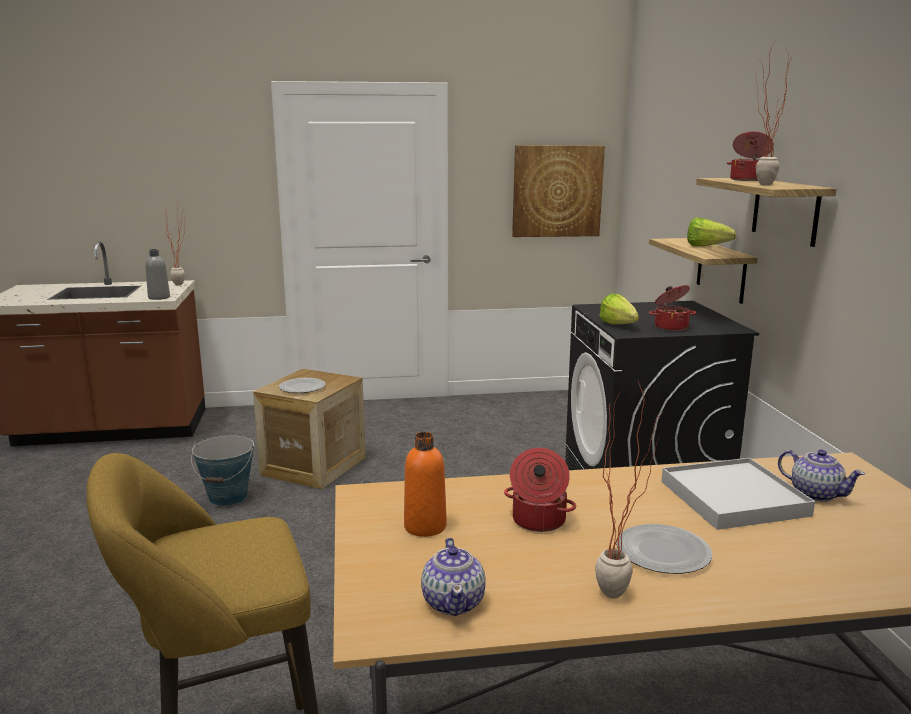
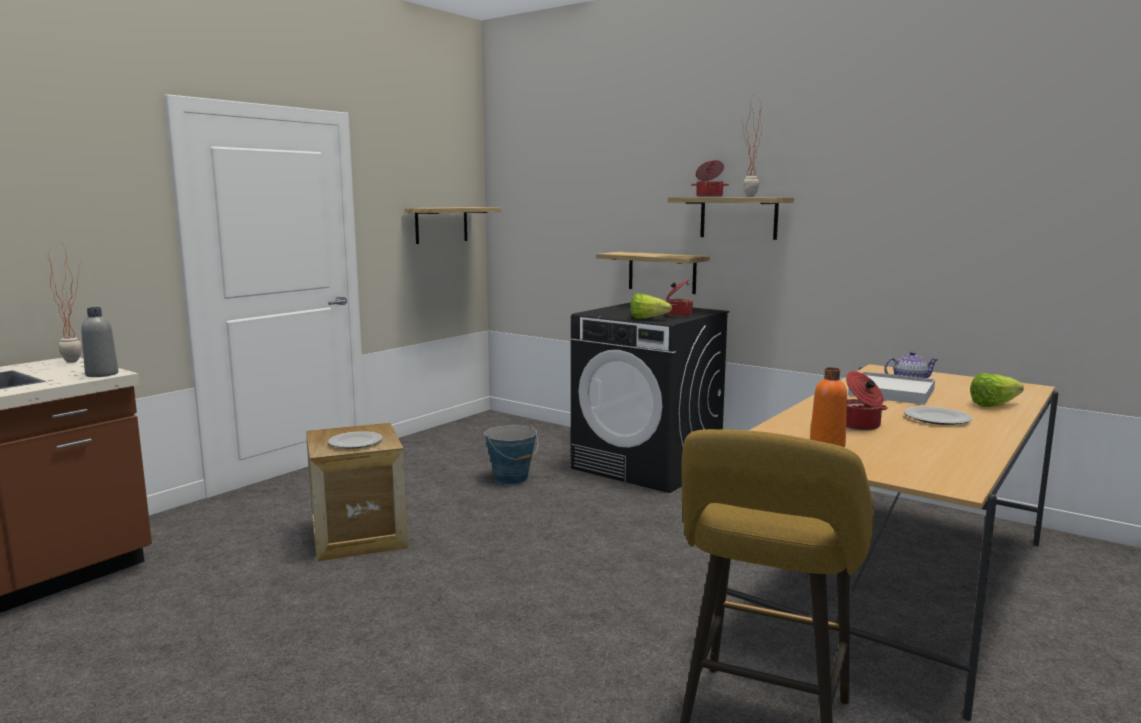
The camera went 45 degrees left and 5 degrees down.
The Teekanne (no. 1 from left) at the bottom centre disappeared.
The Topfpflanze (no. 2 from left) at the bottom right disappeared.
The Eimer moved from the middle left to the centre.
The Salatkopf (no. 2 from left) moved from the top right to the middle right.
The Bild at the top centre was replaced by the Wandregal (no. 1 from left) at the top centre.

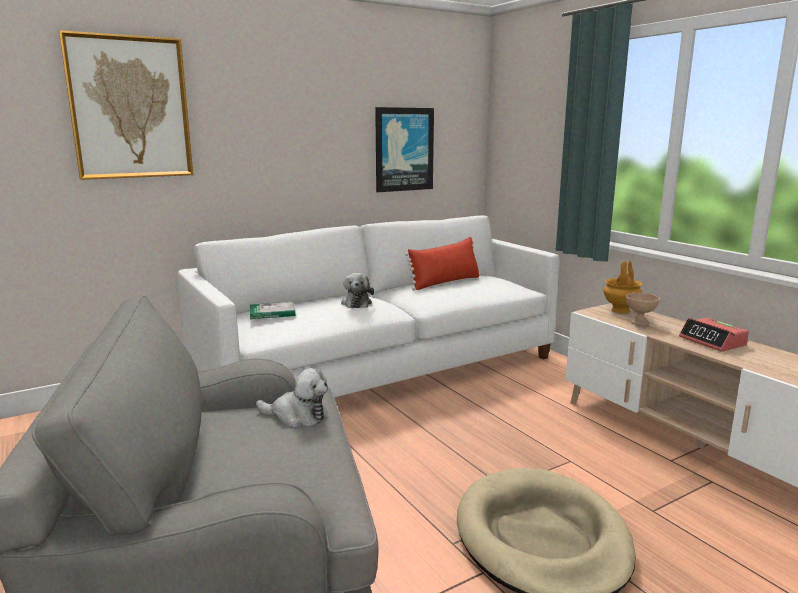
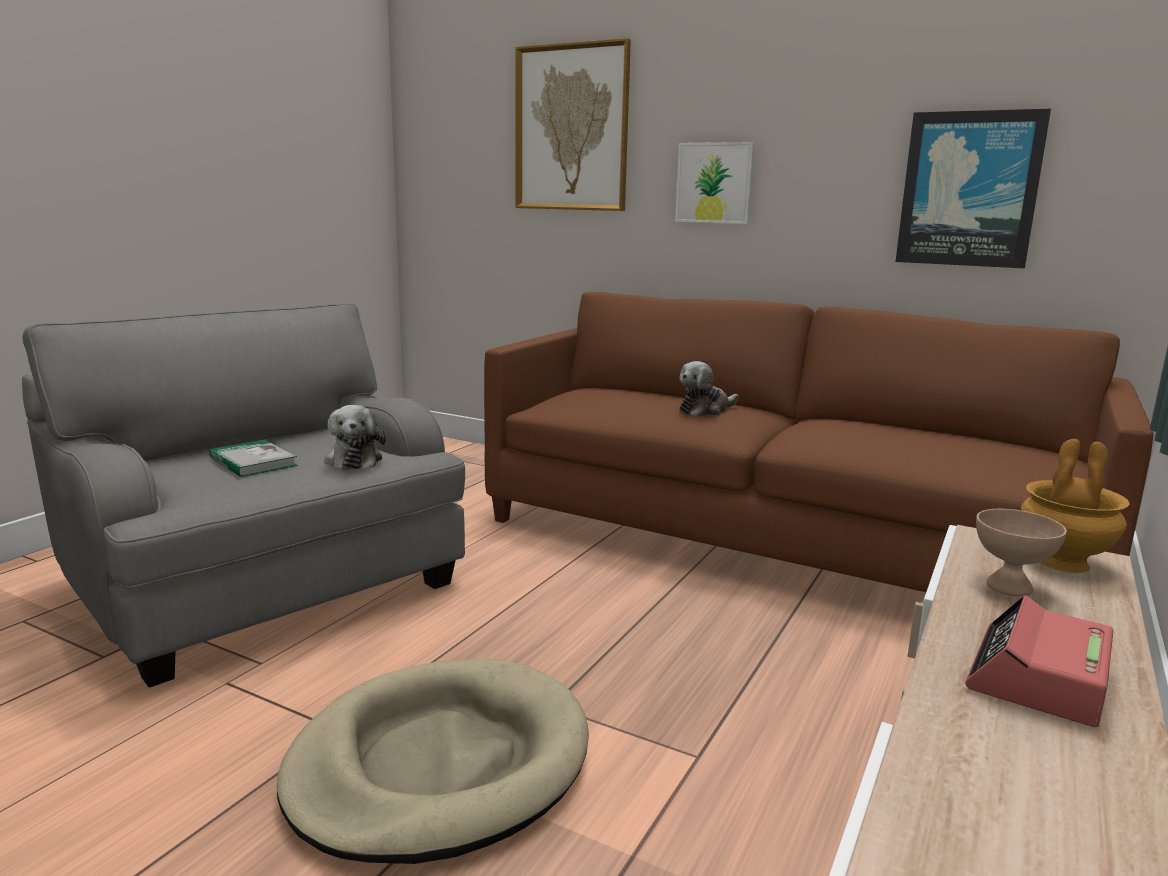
The camera went 60 degrees right and 0 degrees up.
The Kissen (rot) at the centre disappeared.
The Bild (no. 2 from left) at the top centre appeared.
The Buch moved from the centre to the middle left.
The Sofa (weiß) at the centre became the Sofa (braun) at the middle right.

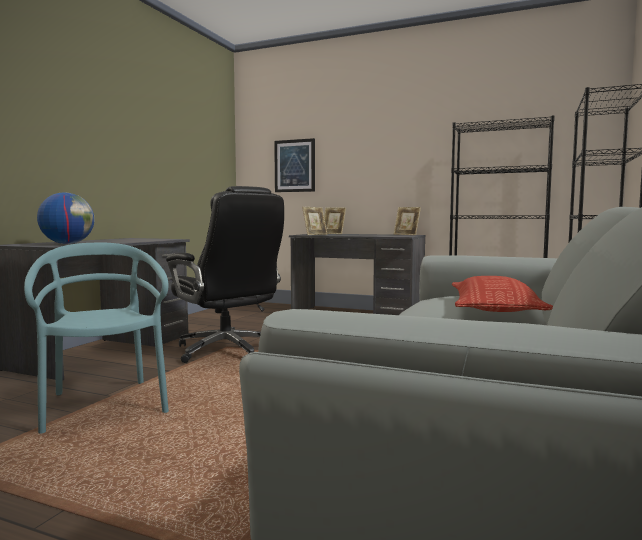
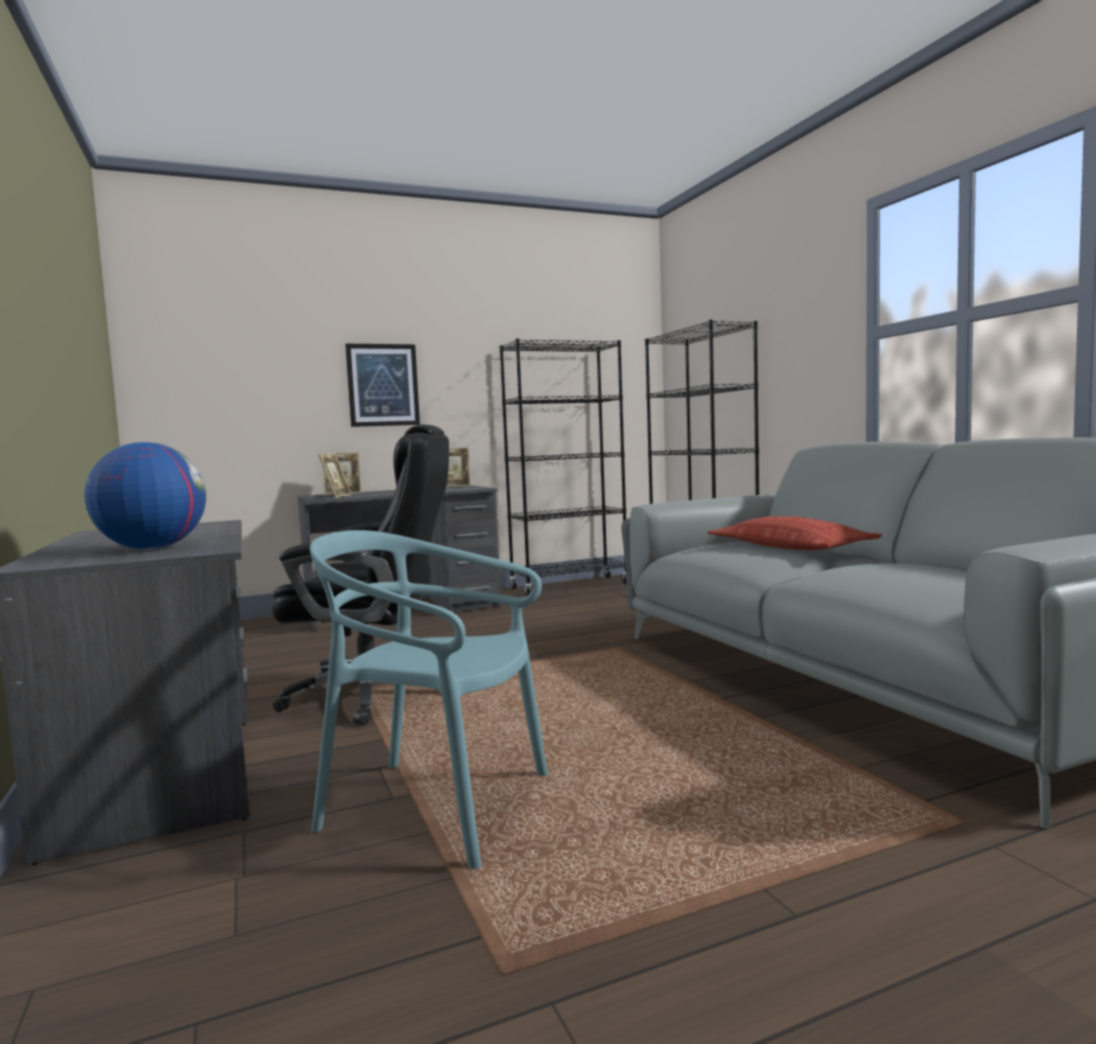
The camera went 45 degrees left and 0 degrees up.
The Bild moved from the top centre to the centre.

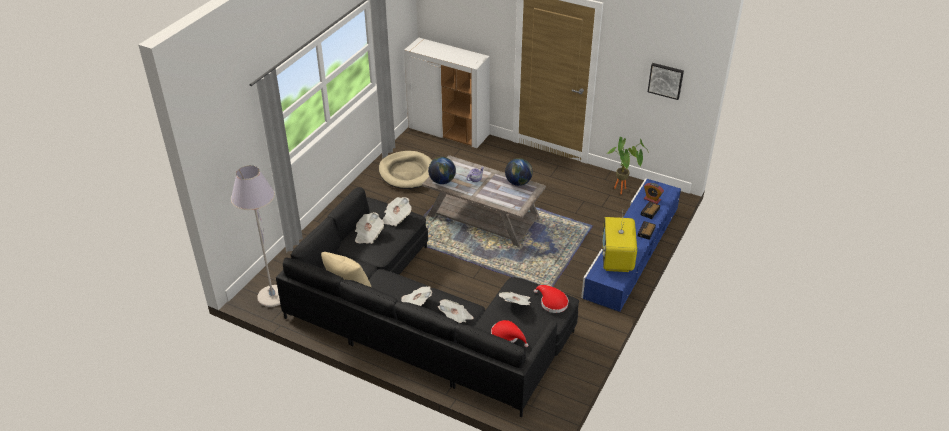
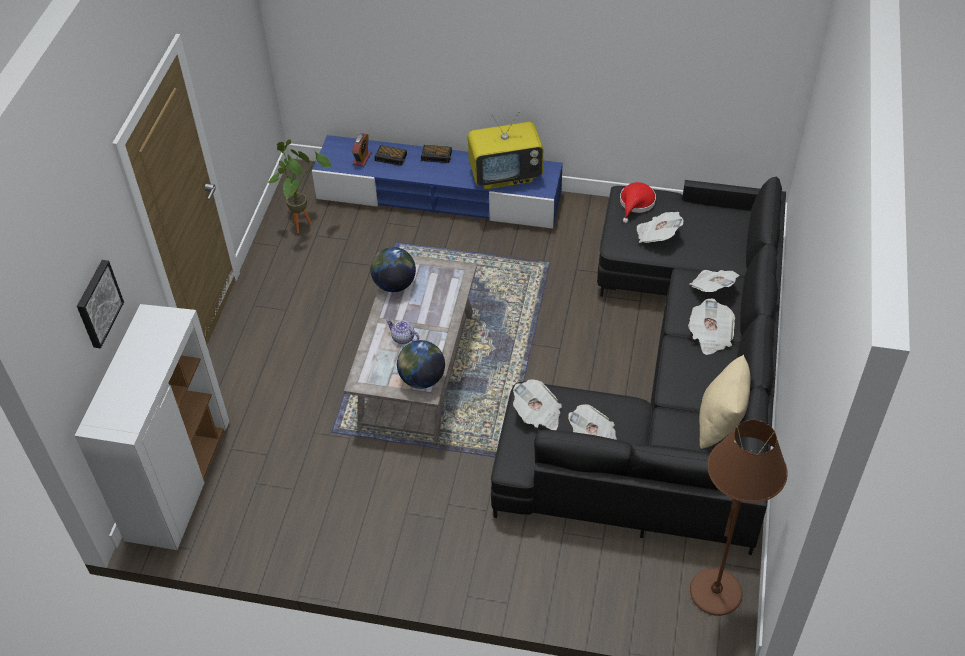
The camera went 105 degrees left and 10 degrees up.
The Hundebett (beige) at the centre disappeared.
The Hut (rot) (no. 1 from left) at the bottom centre disappeared.
The Bild moved from the top right to the middle left.
The Stehlampe (grau) at the middle left became the Stehlampe (braun) at the bottom right.

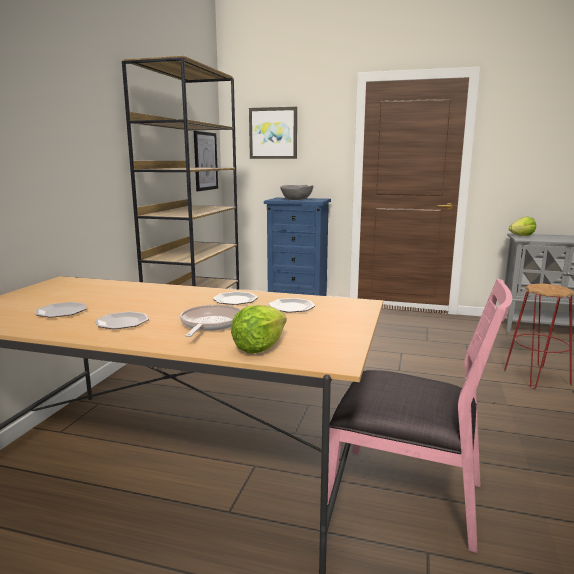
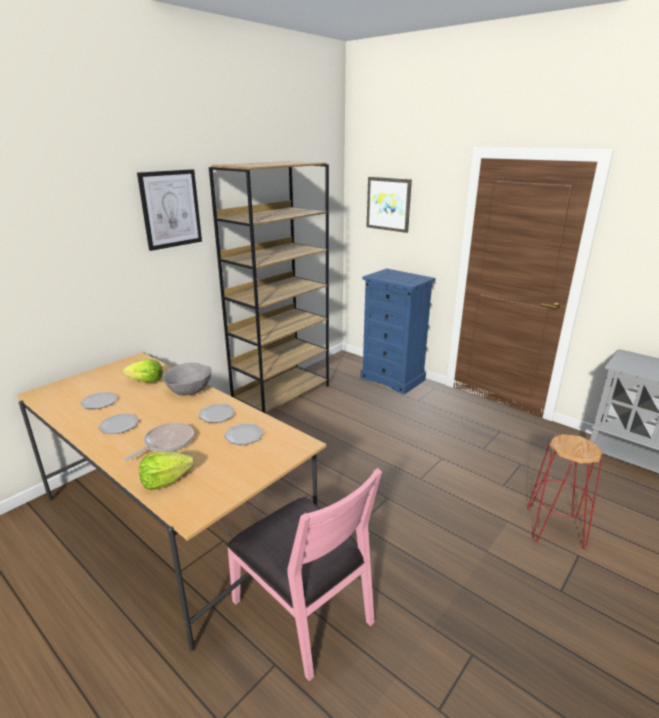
The camera went 25 degrees right and 10 degrees up.
The Bild (no. 1 from left) moved from the top centre to the top left.
The Schüssel (grau) moved from the centre to the middle left.
The Salatkopf (no. 2 from left in the first image) moved from the middle right to the middle left.

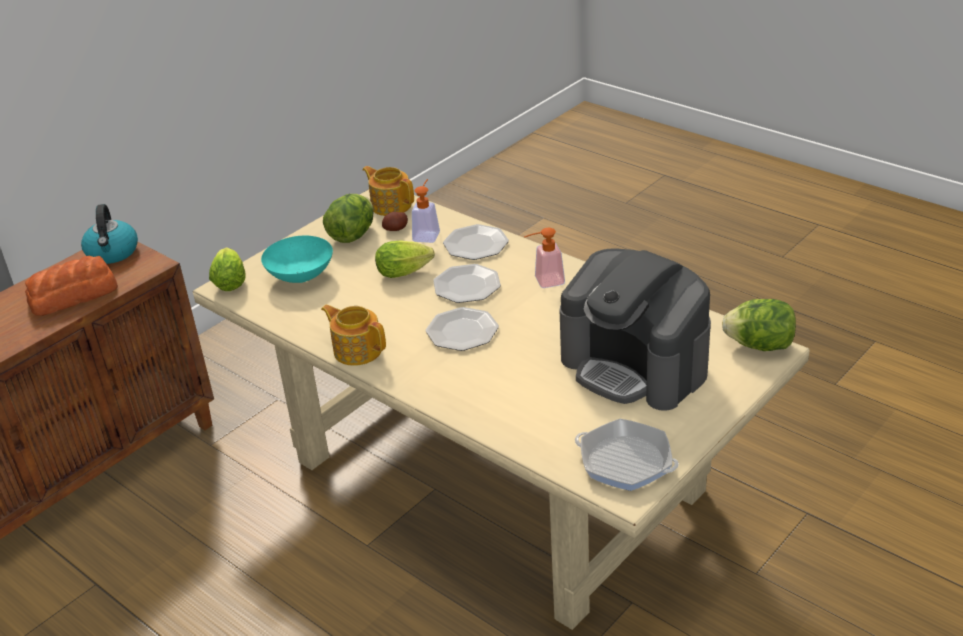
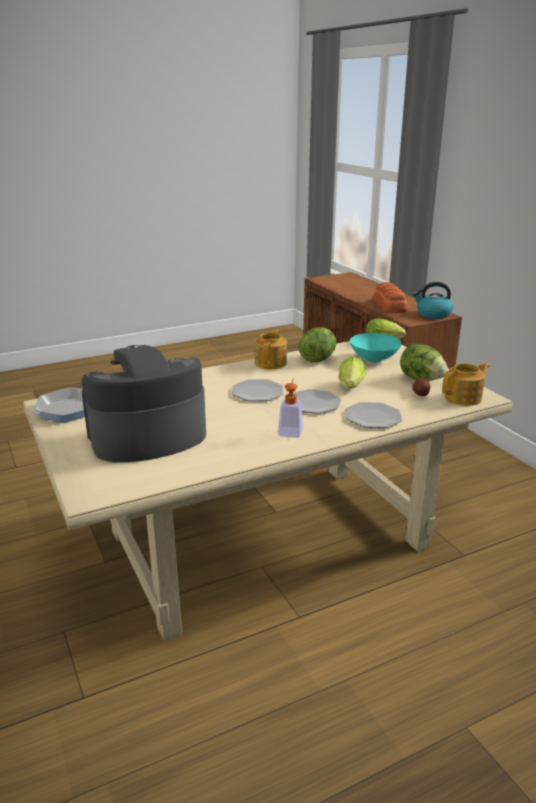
The camera went 110 degrees right and 10 degrees down.
The Seifenspender (no. 1 from left) at the top centre disappeared.
The Salatkopf (no. 4 from left in the first image) moved from the middle right to the centre.
The Teekanne (no. 1 from left) at the centre turned 45 degrees counterclockwise.

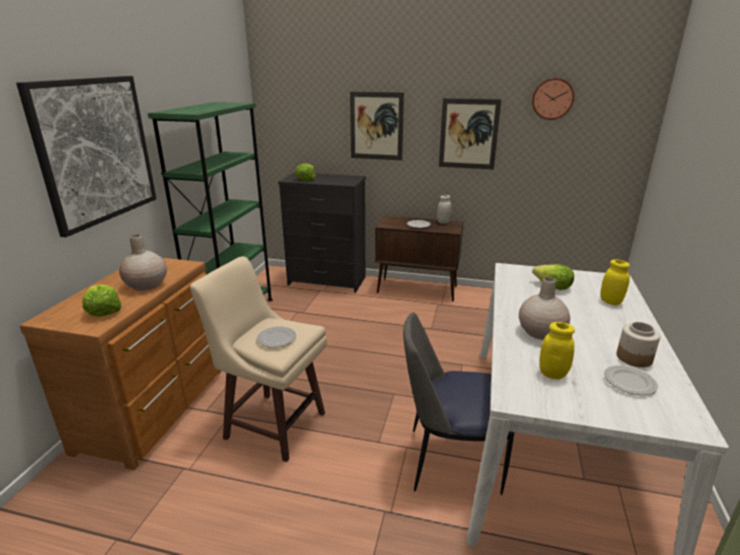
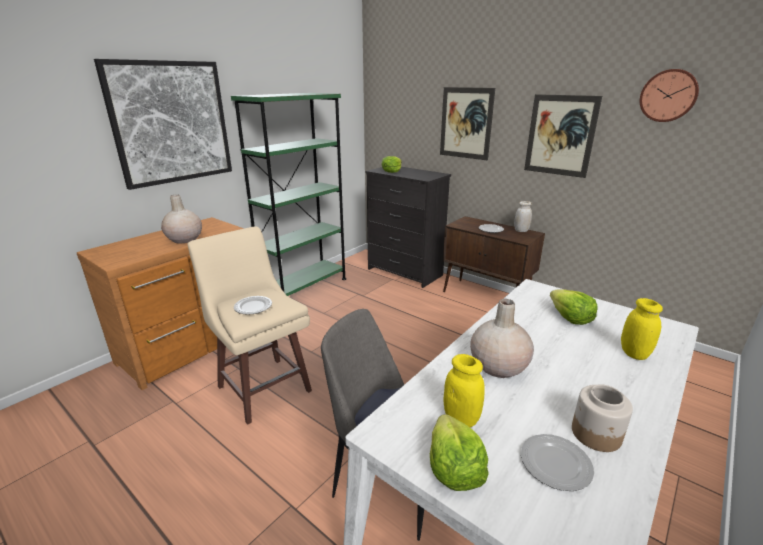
The camera went 25 degrees right and 0 degrees up.
The Salatkopf (no. 1 from left in the first image) moved from the middle left to the bottom centre.

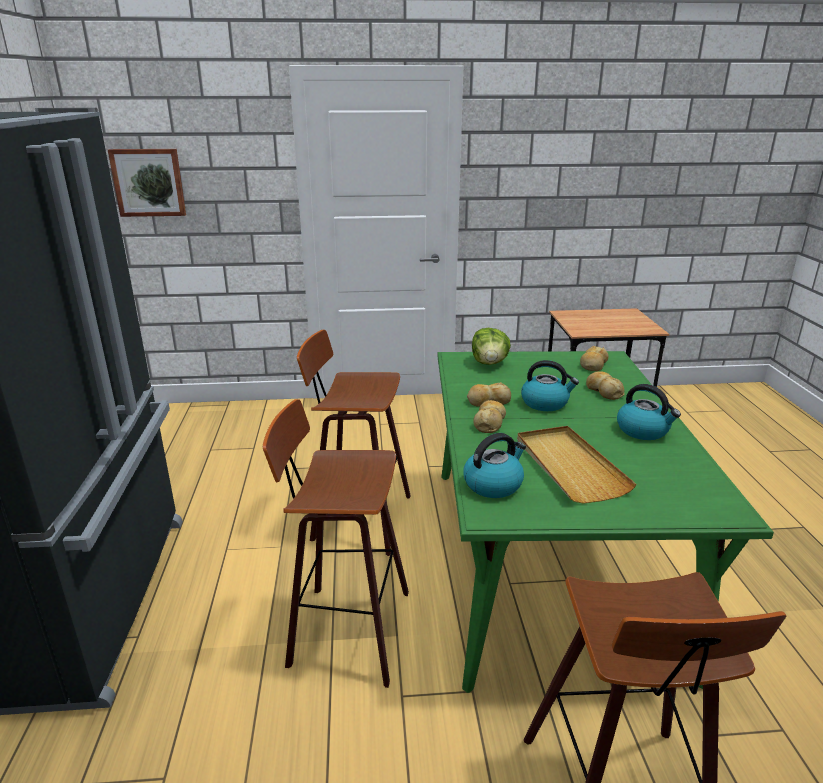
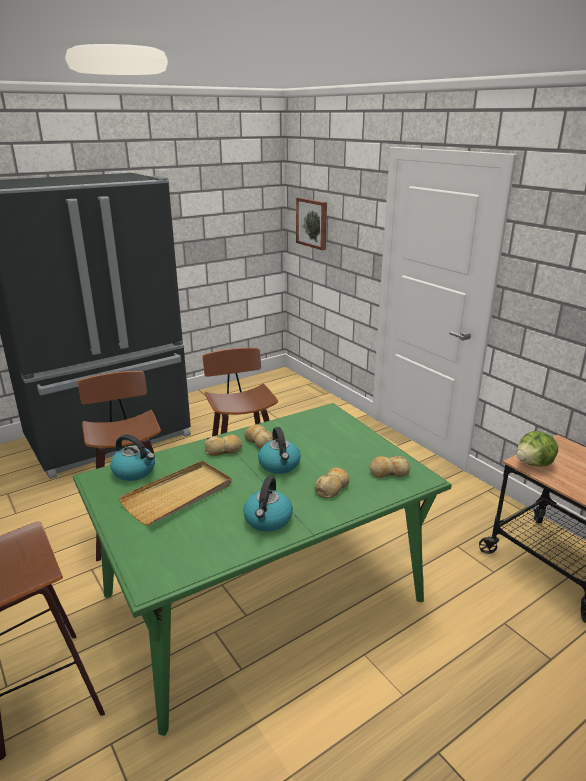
The camera went 60 degrees right and 0 degrees up.
The Salatkopf moved from the centre to the middle right.

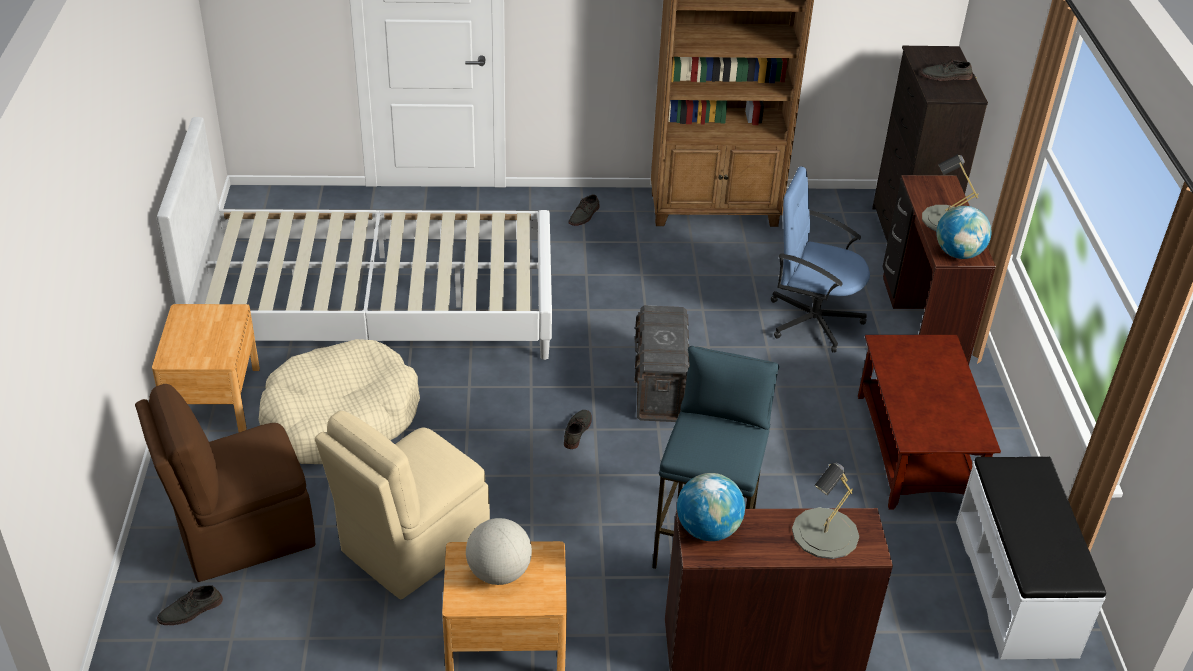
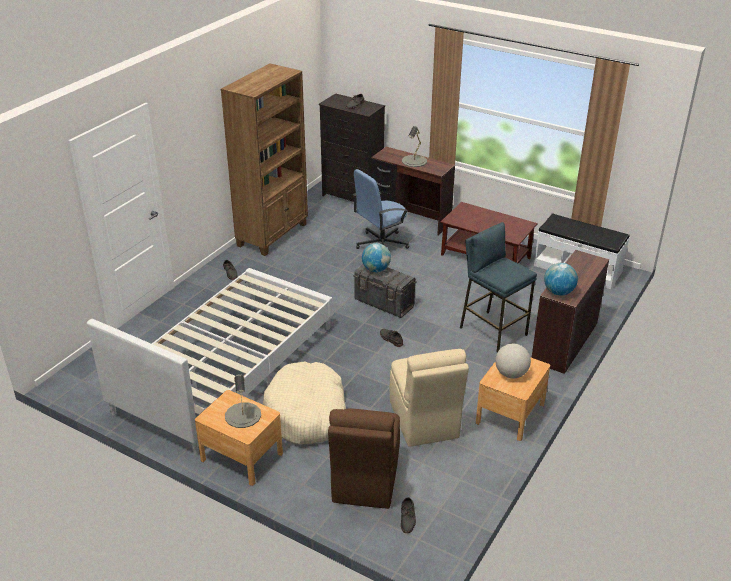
The camera went 55 degrees left and 5 degrees down.
The Tischlampe (grau) (no. 1 from left) moved from the bottom right to the bottom left.
The Globus (no. 3 from left in the first image) moved from the middle right to the centre.

